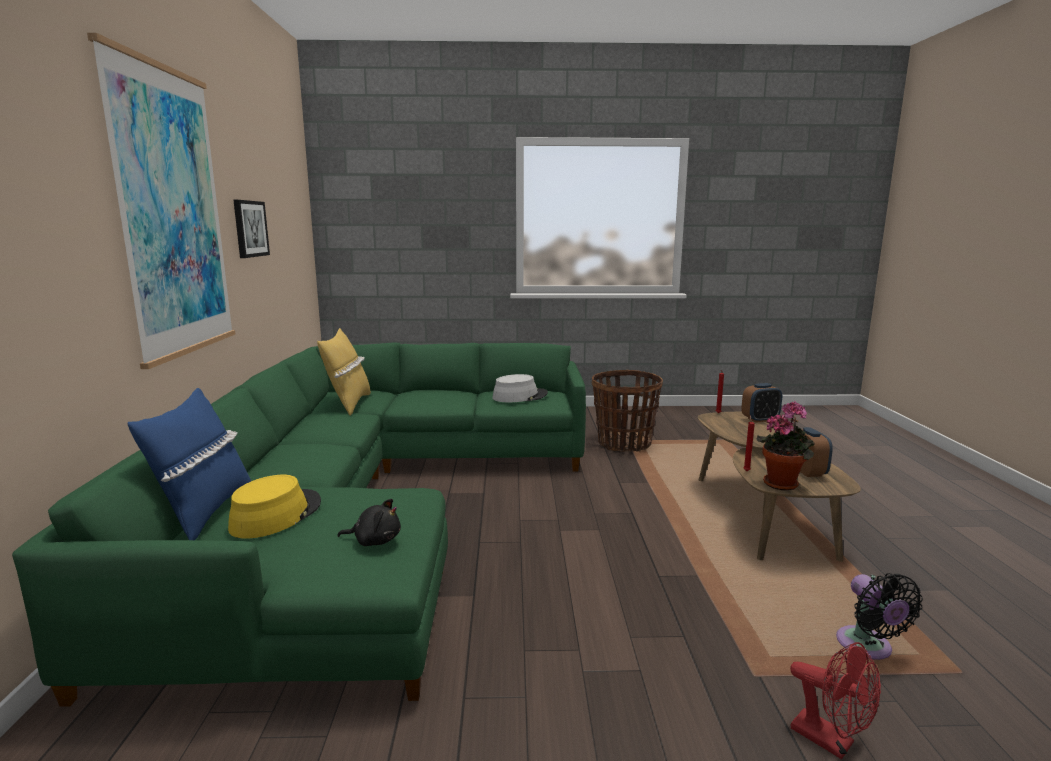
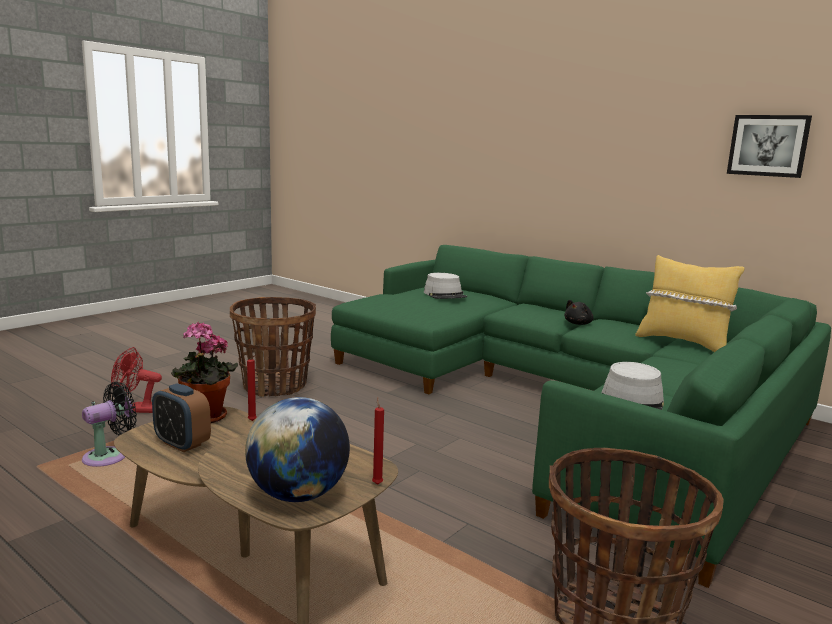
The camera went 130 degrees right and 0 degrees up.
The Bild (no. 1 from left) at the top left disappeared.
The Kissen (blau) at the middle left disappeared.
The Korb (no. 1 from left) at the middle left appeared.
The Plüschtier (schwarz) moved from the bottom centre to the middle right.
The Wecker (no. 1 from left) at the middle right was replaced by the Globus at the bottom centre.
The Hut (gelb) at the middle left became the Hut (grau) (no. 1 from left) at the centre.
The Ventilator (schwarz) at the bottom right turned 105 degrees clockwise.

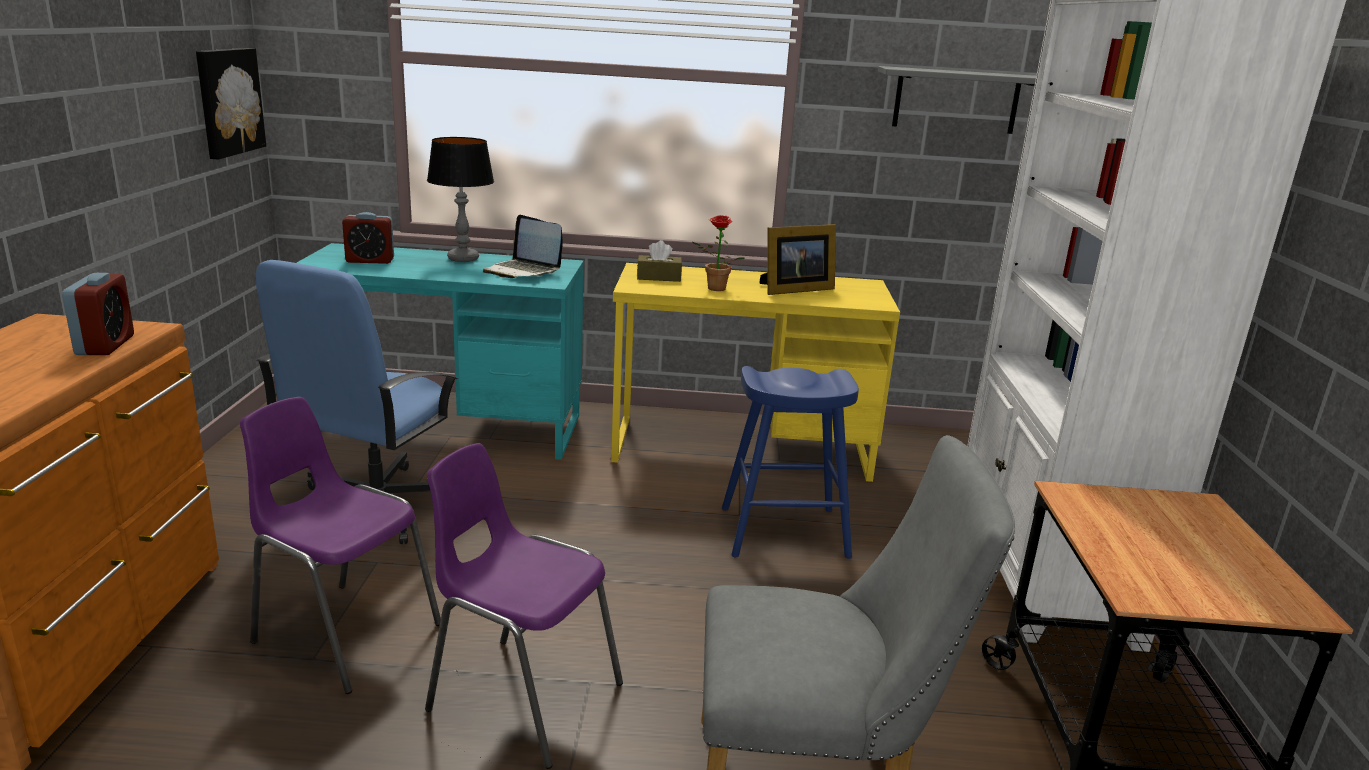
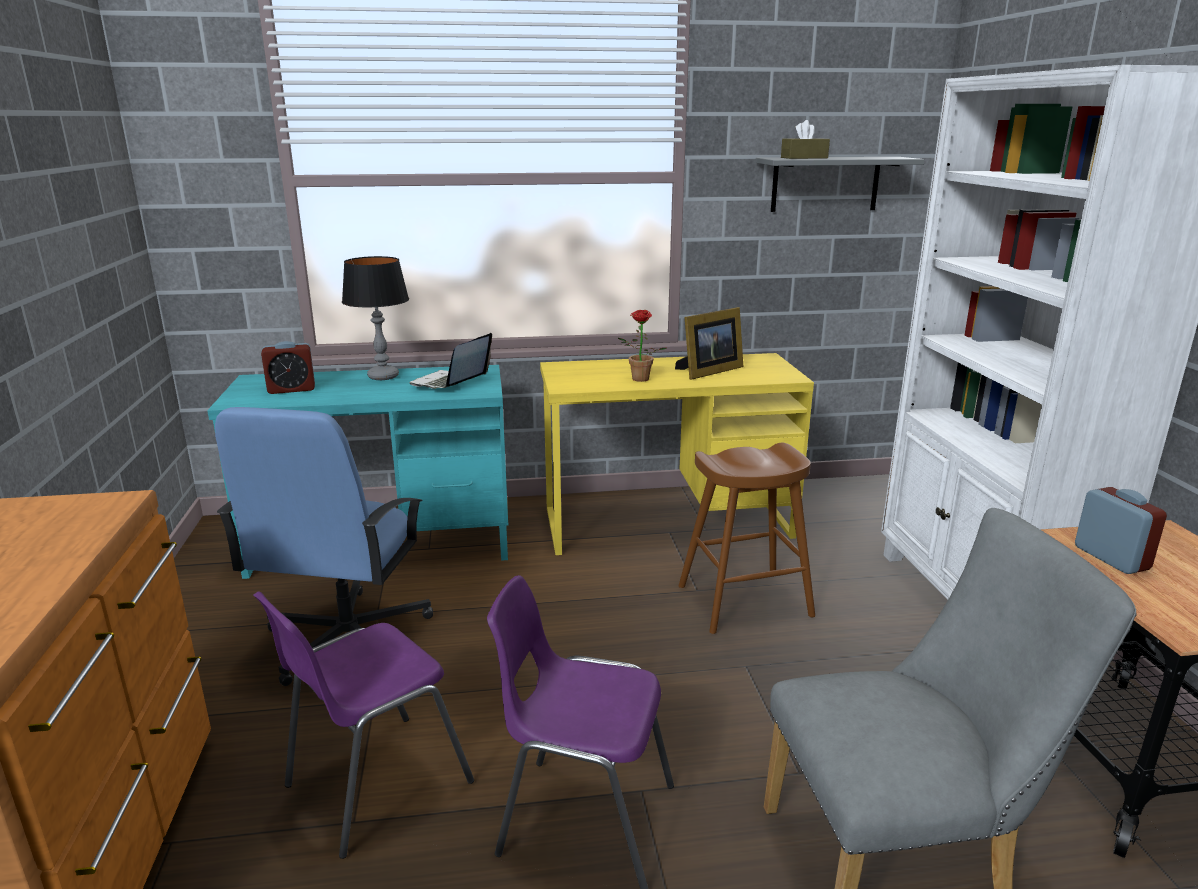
The camera went 10 degrees left and 0 degrees up.
The Bild at the top left disappeared.
The Wecker (no. 1 from left in the first image) moved from the middle left to the middle right.
The Taschentuchbox (braun) moved from the centre to the top right.
The Hocker (blau) at the centre became the Hocker (braun) at the centre.
The Stuhl (lila) (no. 1 from left) at the bottom left turned 60 degrees counterclockwise.
The Laptop at the top centre turned 90 degrees clockwise.

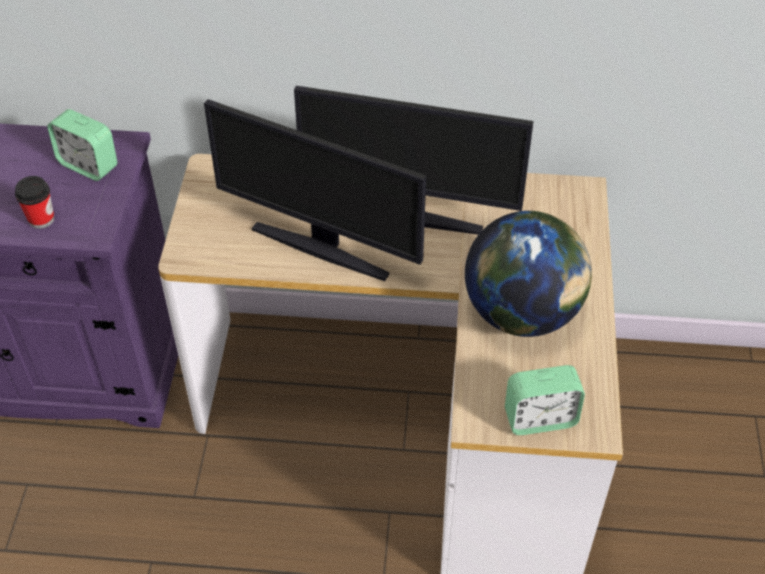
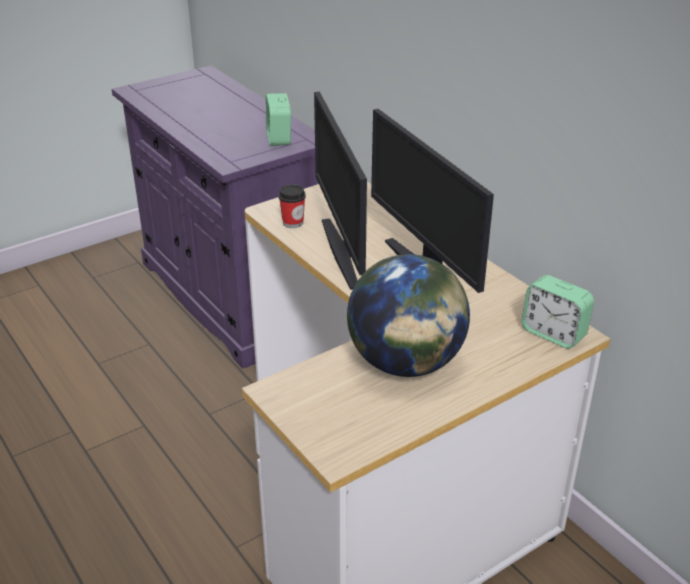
The camera went 50 degrees right and 15 degrees down.
The Tasse moved from the middle left to the centre.
The Wecker (no. 2 from left) moved from the bottom right to the middle right.

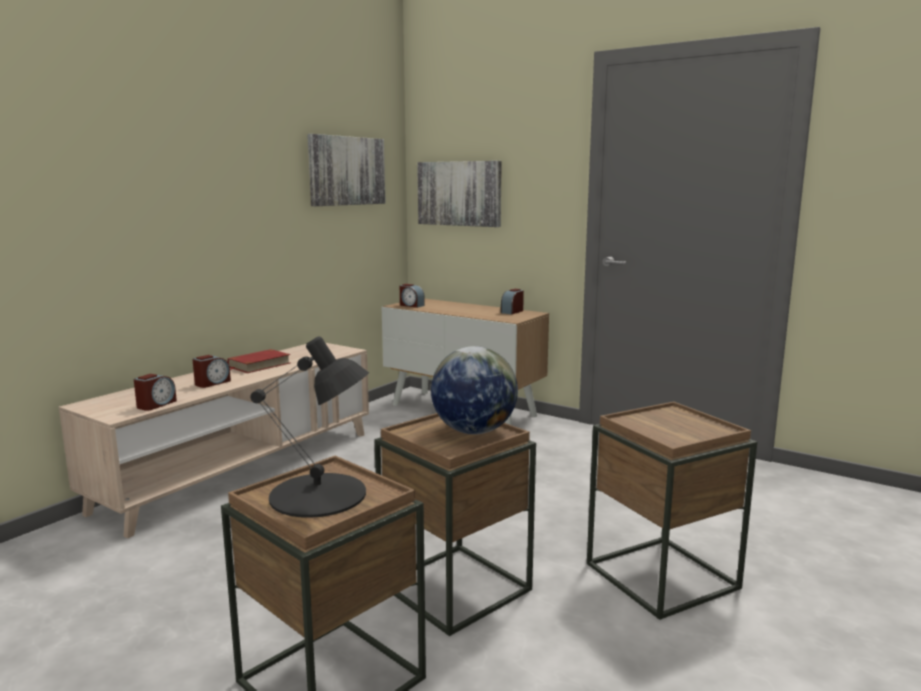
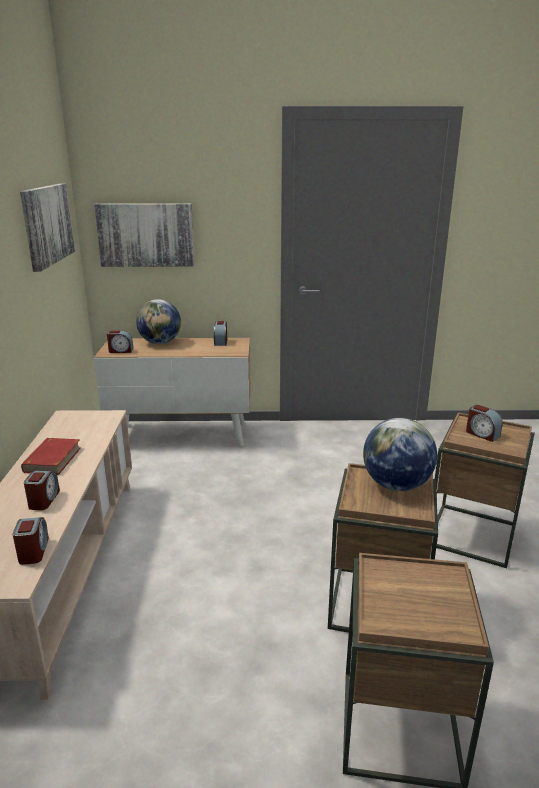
The camera went 35 degrees left and 10 degrees up.
The Tischlampe (schwarz) at the centre disappeared.
The Globus (no. 1 from left) at the middle left appeared.
The Wecker (no. 5 from left) at the middle right appeared.

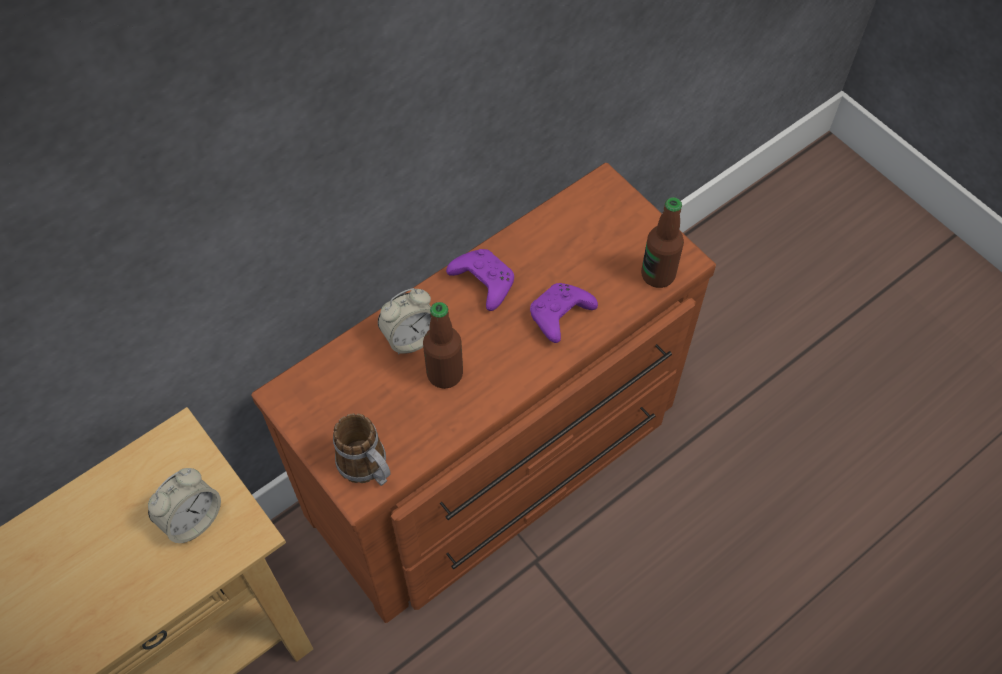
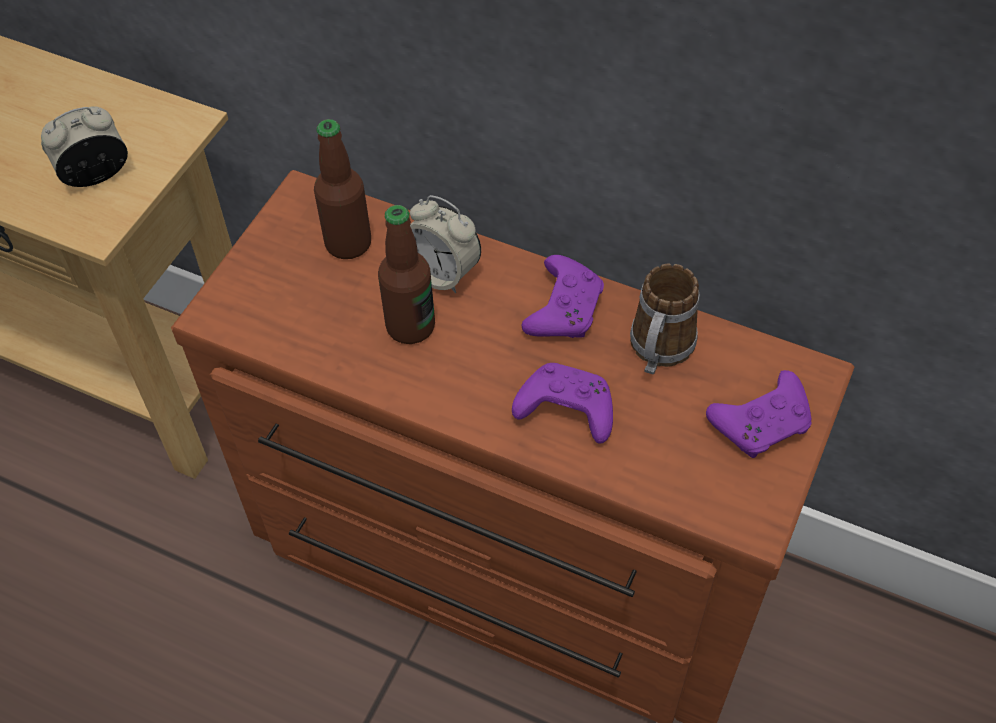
The camera went 65 degrees right and 5 degrees down.
The Gamepad (lila) (no. 3 from left) at the middle right appeared.
The Henkelbecher moved from the centre to the middle right.
The Flasche (no. 2 from left in the first image) moved from the centre to the top centre.
The Wecker (no. 1 from left) at the bottom left turned 135 degrees clockwise.

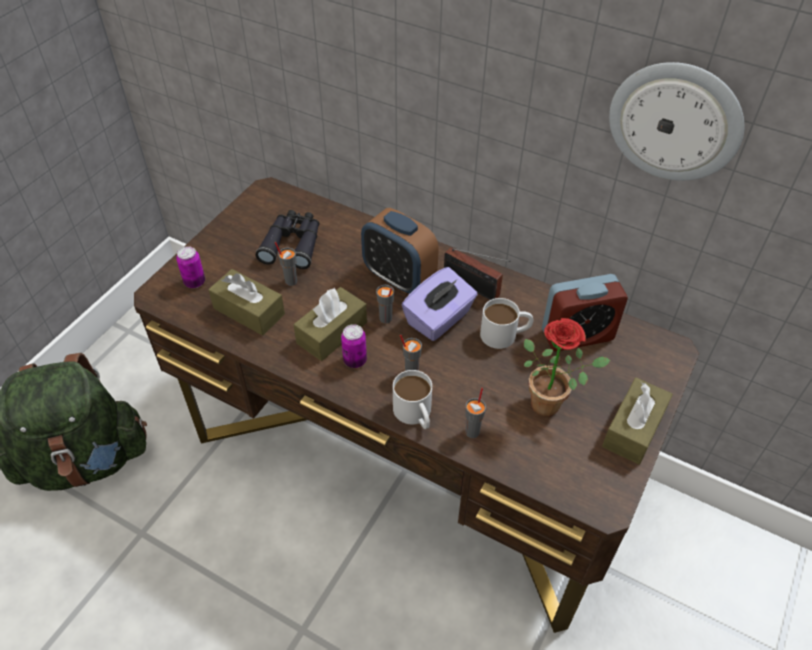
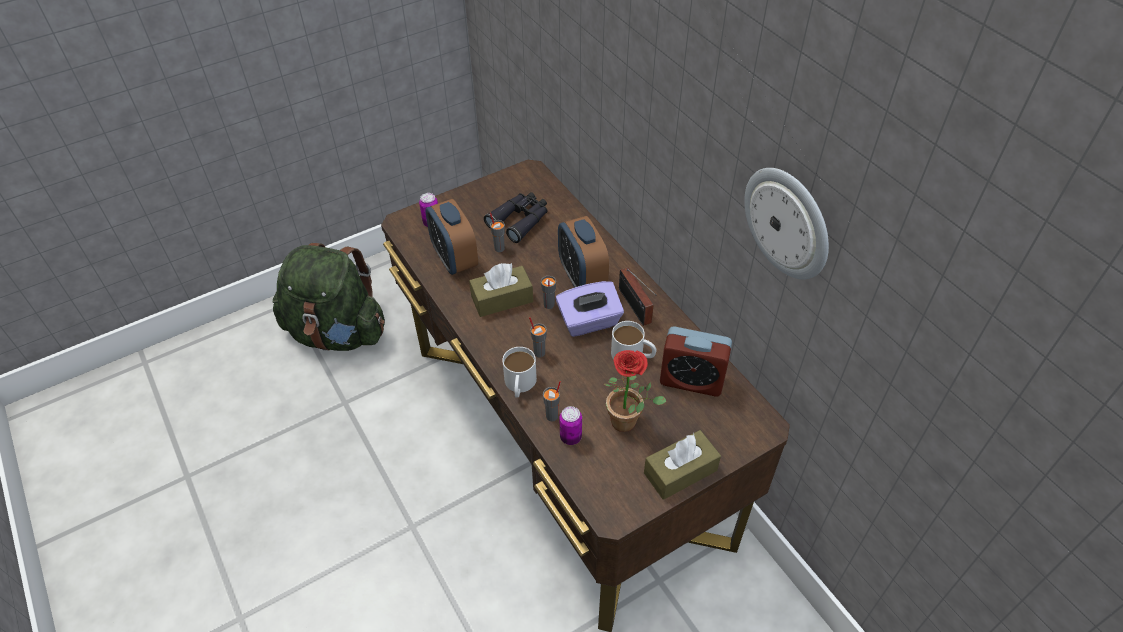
The camera went 30 degrees right and 0 degrees up.
The Dose (no. 2 from left) moved from the centre to the bottom centre.
The Taschentuchbox (braun) (no. 1 from left) at the middle left was replaced by the Wecker (no. 1 from left) at the centre.

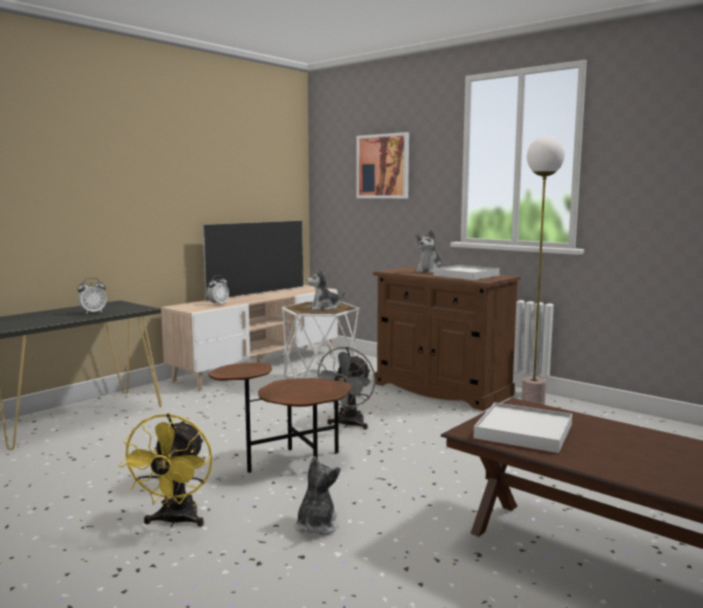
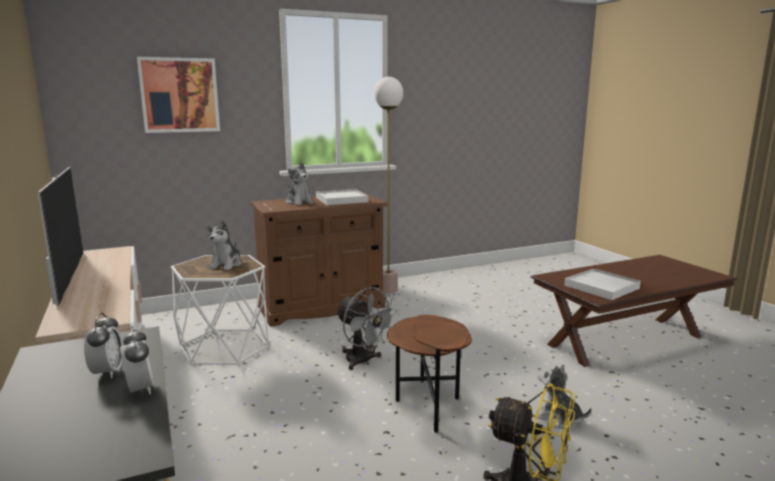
The camera went 65 degrees left and 5 degrees up.
The Wecker (no. 2 from left) moved from the middle left to the bottom left.

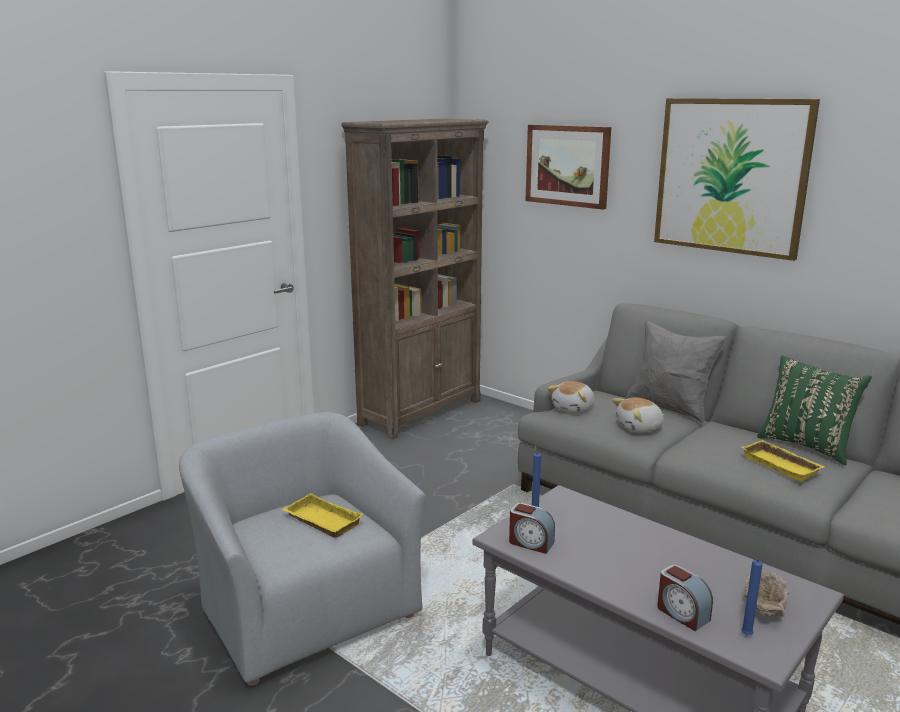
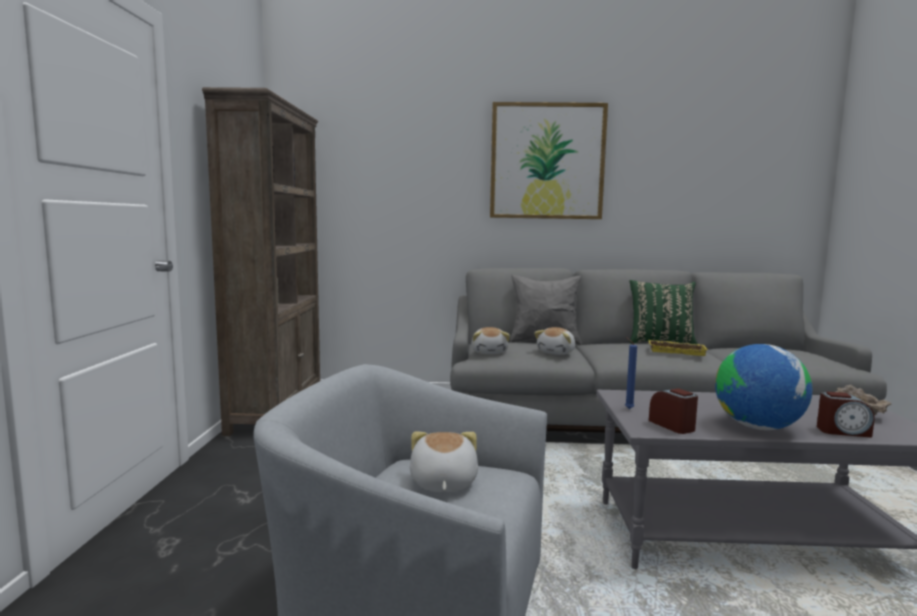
The camera went 40 degrees left and 10 degrees down.
The Bild (no. 1 from left) at the top centre disappeared.
The Kerze (blau) (no. 2 from left) at the bottom right disappeared.
The Globus at the middle right appeared.
The Tablett (gelb) (no. 1 from left) at the bottom centre was replaced by the Plüschtier (no. 1 from left) at the bottom centre.
The Wecker (no. 1 from left) at the bottom centre turned 105 degrees counterclockwise.

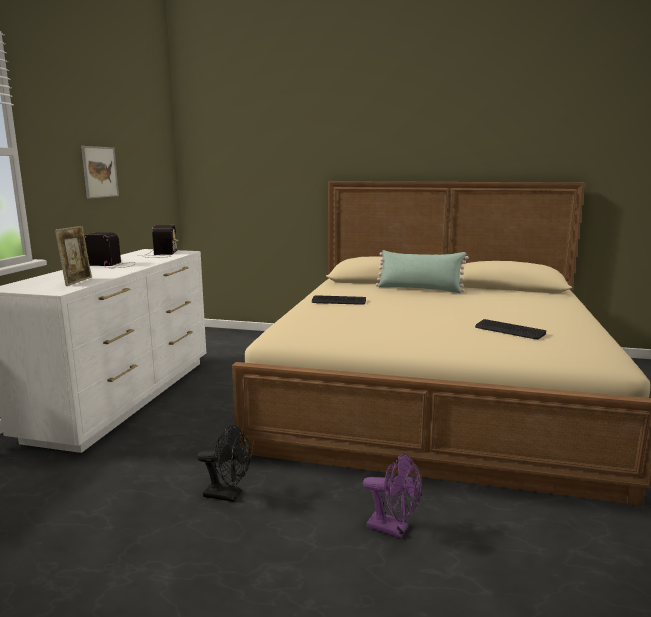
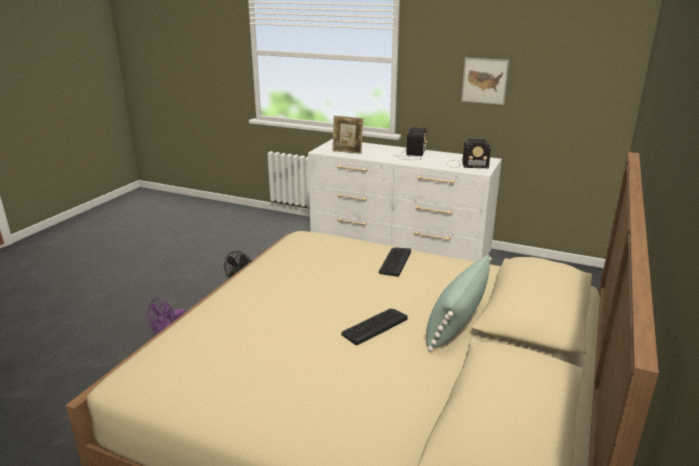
The camera went 100 degrees right and 10 degrees up.
The Tastatur (no. 2 from left in the first image) moved from the middle right to the bottom centre.

